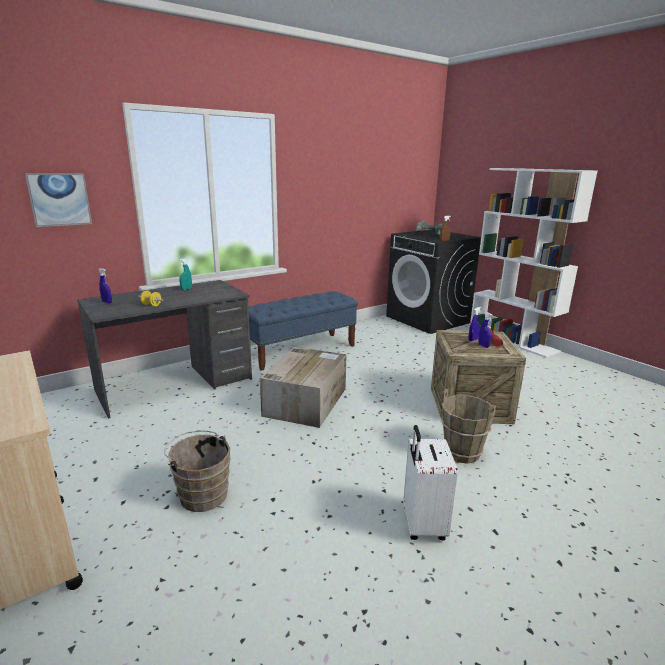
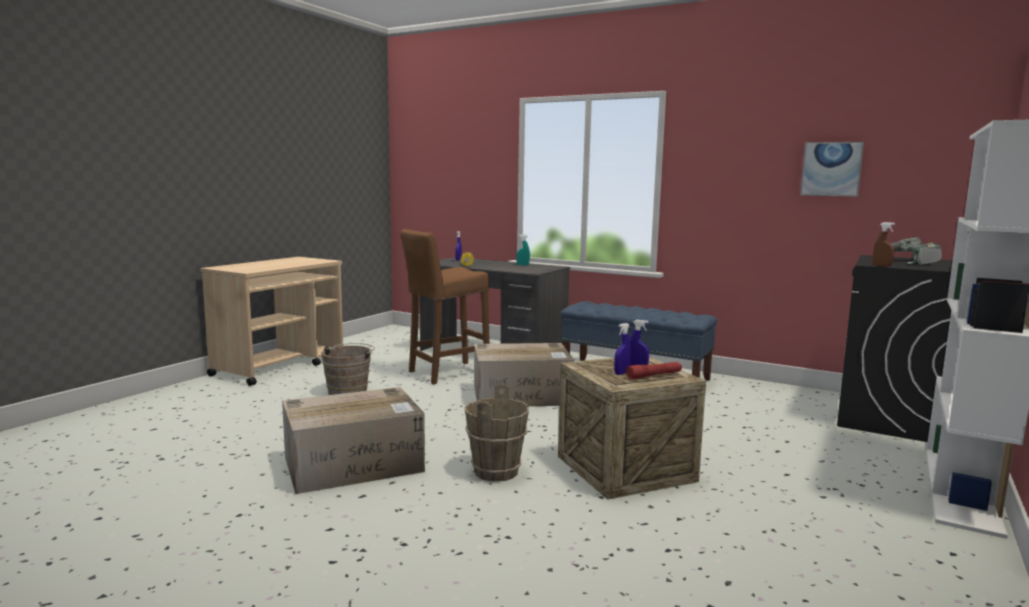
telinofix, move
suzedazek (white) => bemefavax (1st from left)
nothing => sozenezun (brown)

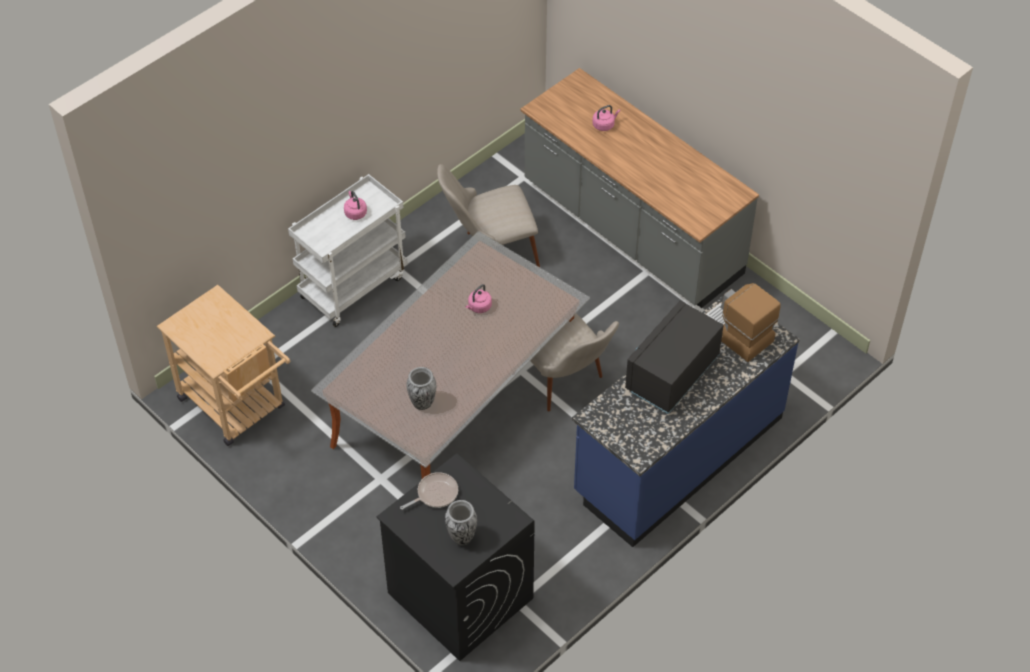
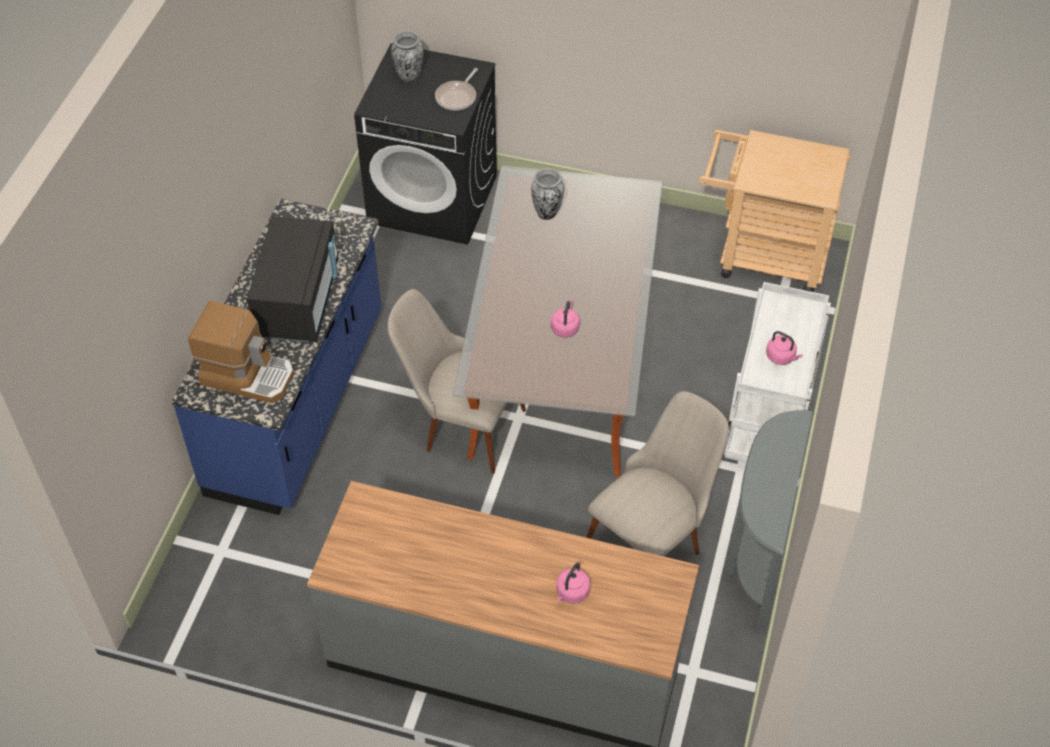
nothing => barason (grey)

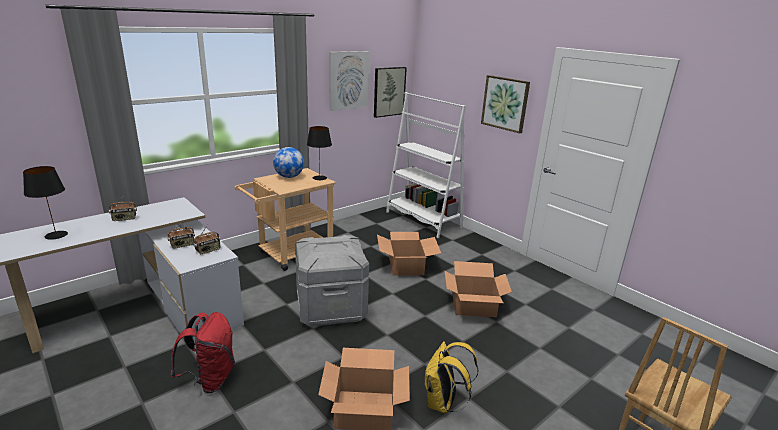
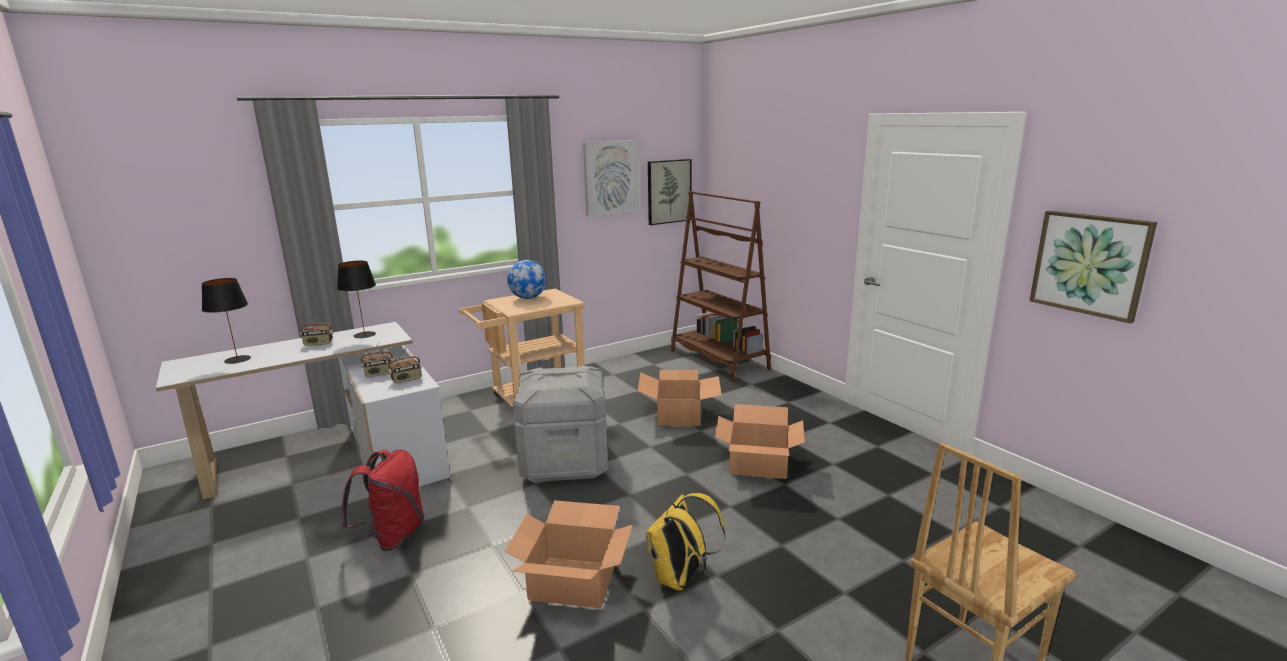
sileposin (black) (2nd from left), move
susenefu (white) => susenefu (brown)
telinofix (3rd from left), move

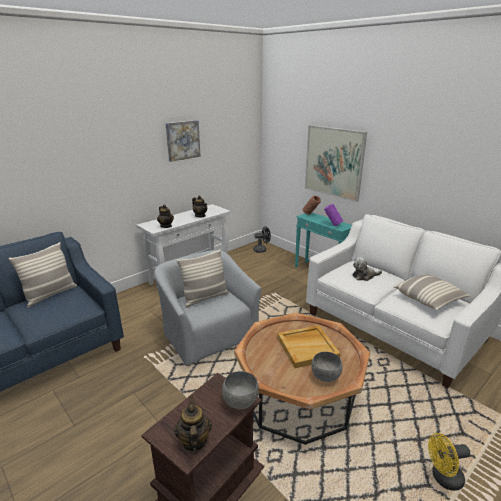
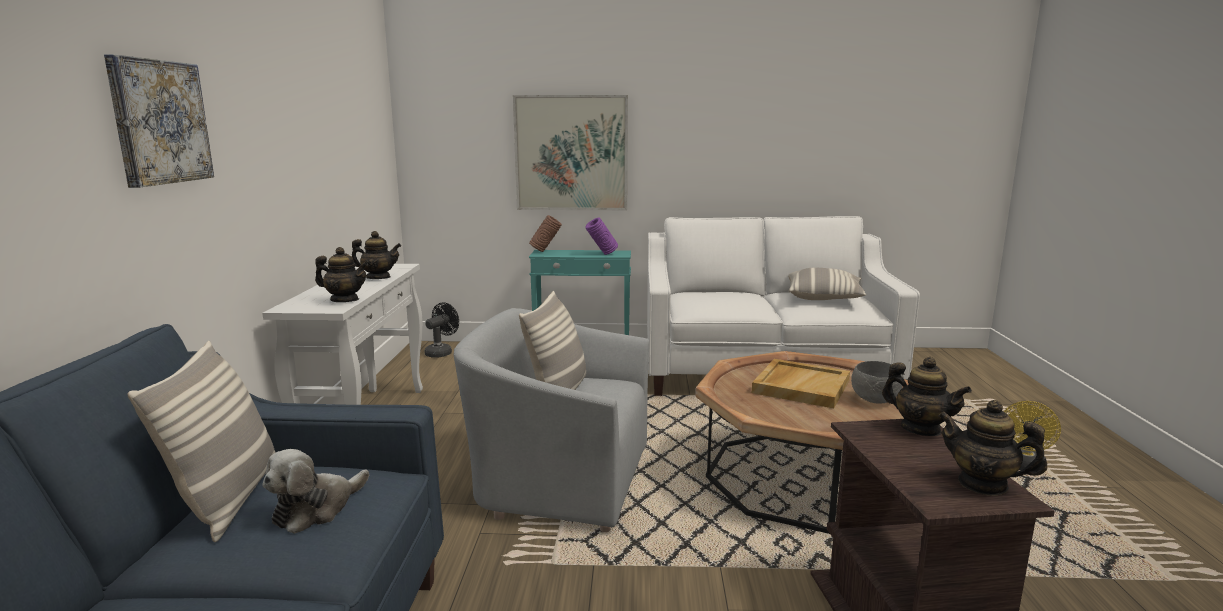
telinofix (1st from left), move
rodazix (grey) (1st from left) => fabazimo (3rd from left)
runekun, move

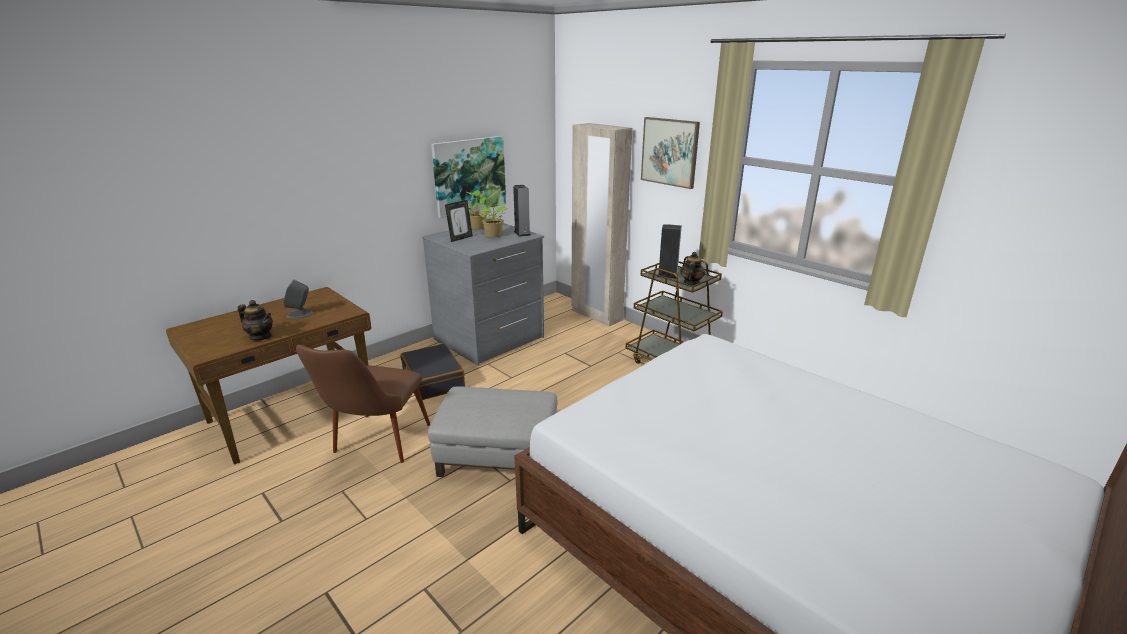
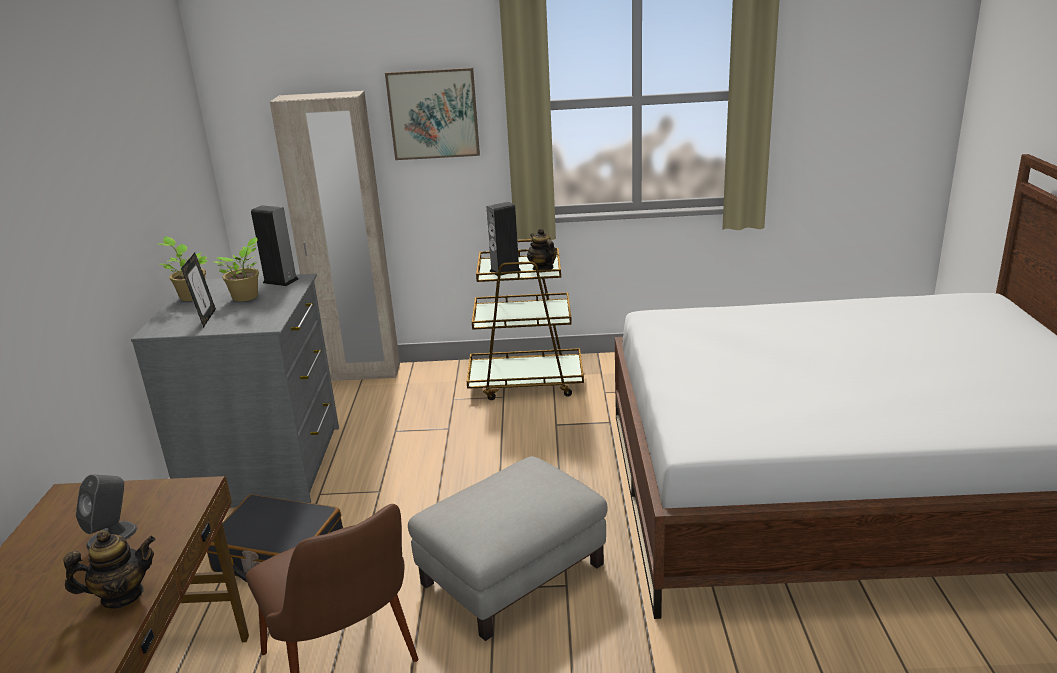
telinofix (1st from left) => nothing

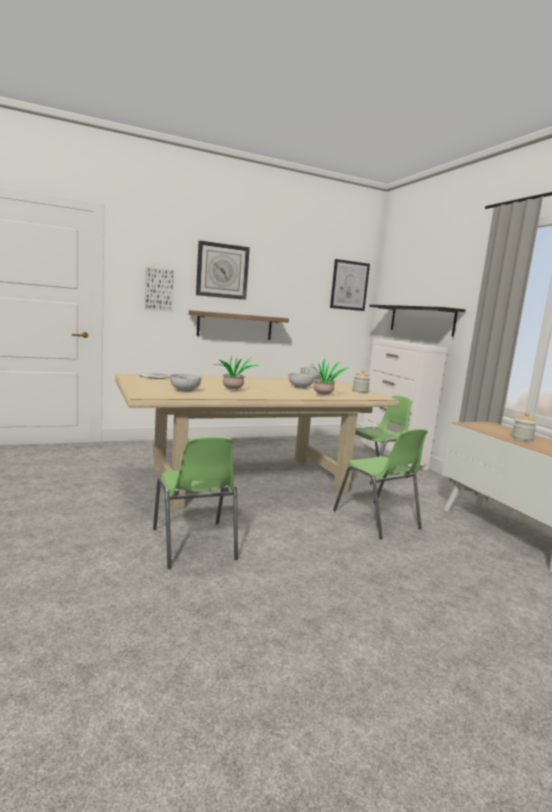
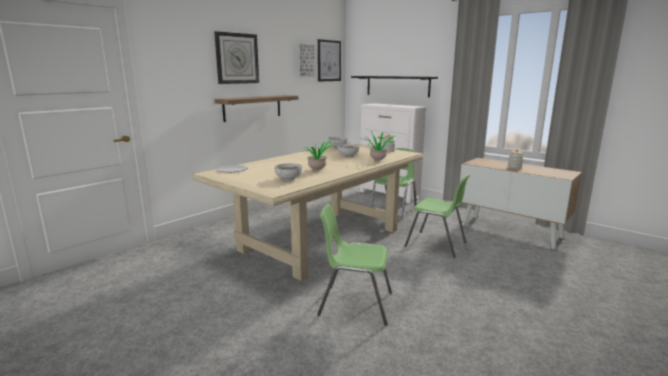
telinofix (1st from left), move
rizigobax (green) (1st from left), 150 degrees clockwise

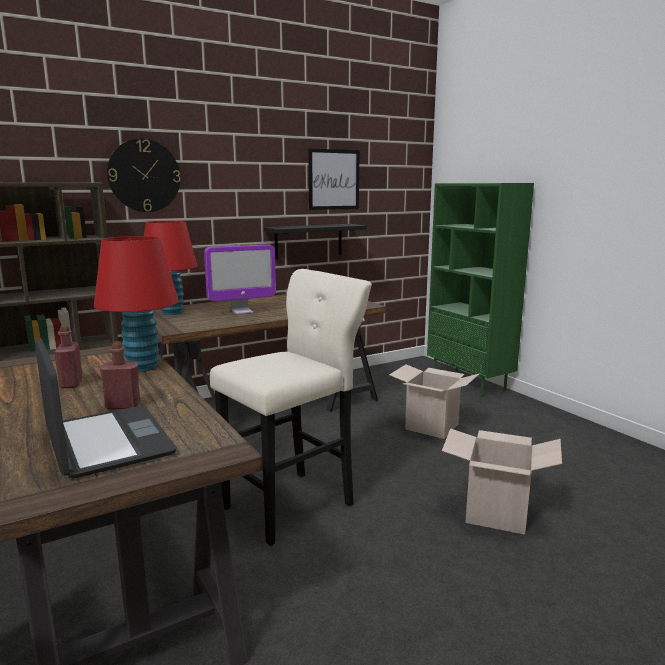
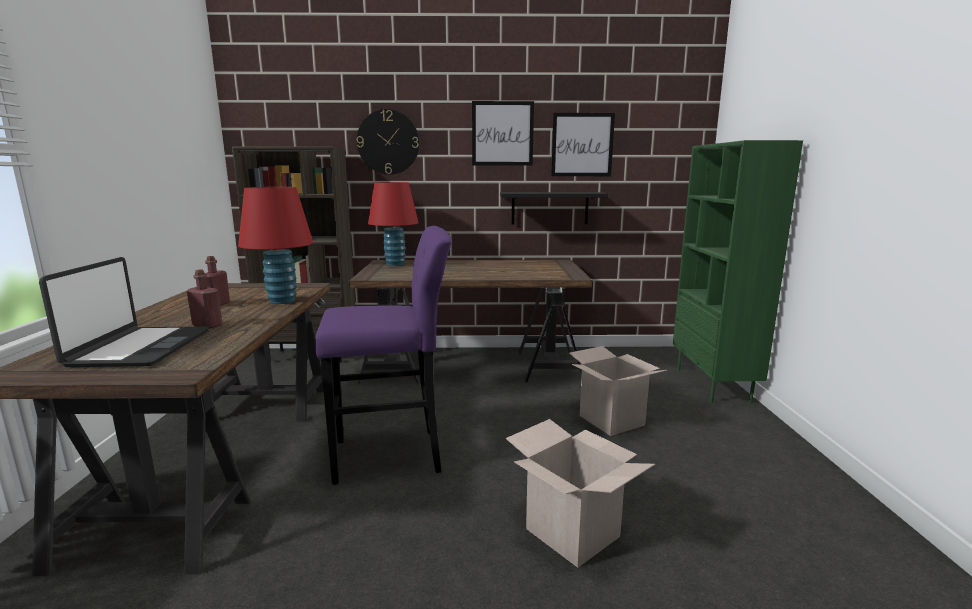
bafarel => nothing
sozenezun (beige) => sozenezun (purple)
nothing => telinofix (1st from left)

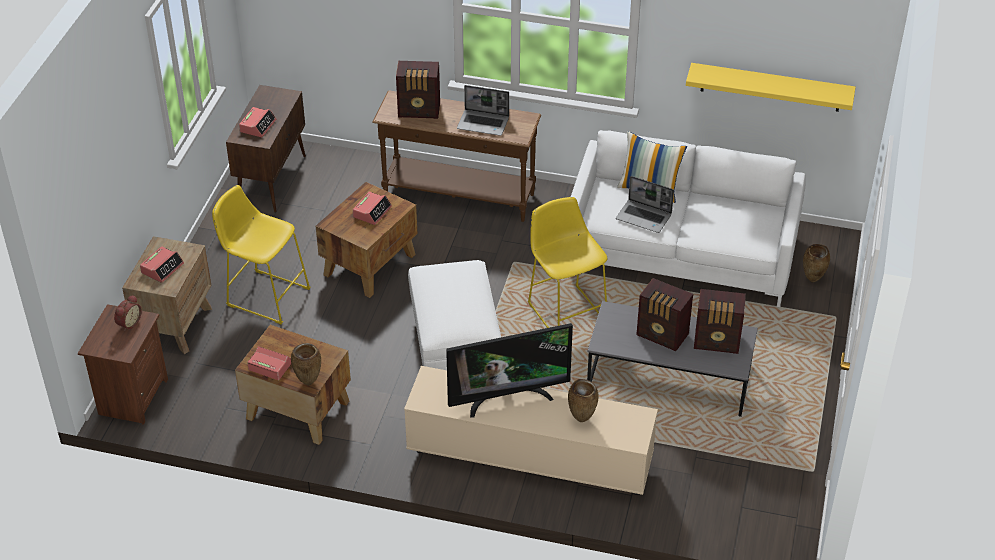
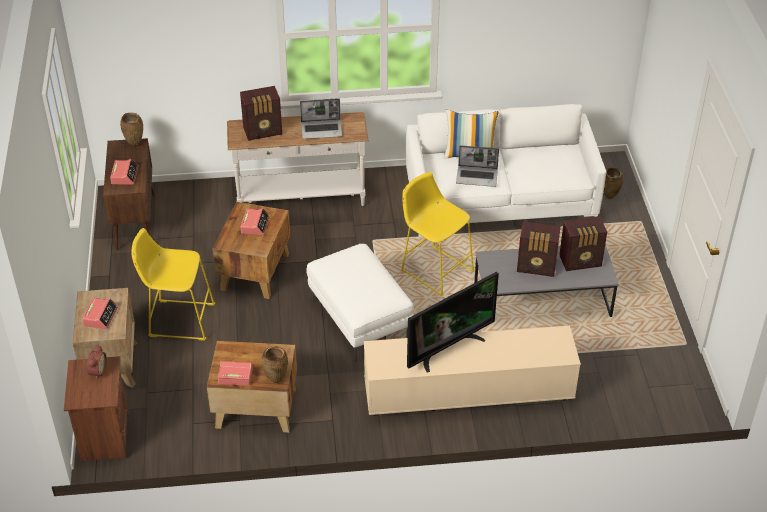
barason (brown) => barason (white)
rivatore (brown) (2nd from left in the first image) => rivatore (brown) (1st from left), move
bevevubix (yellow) => nothing

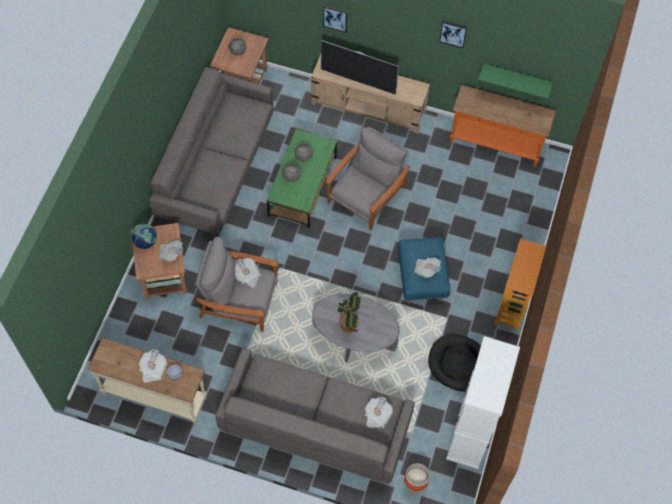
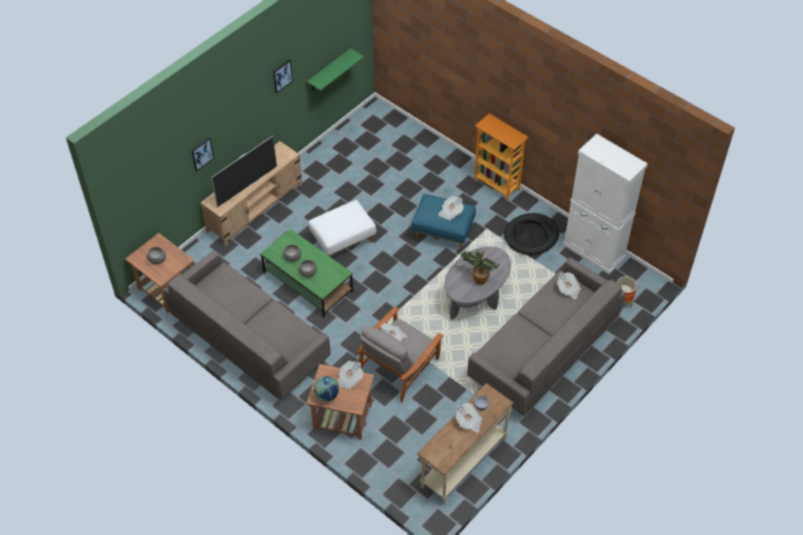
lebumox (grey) (2nd from left) => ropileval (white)
barason (orange) => nothing

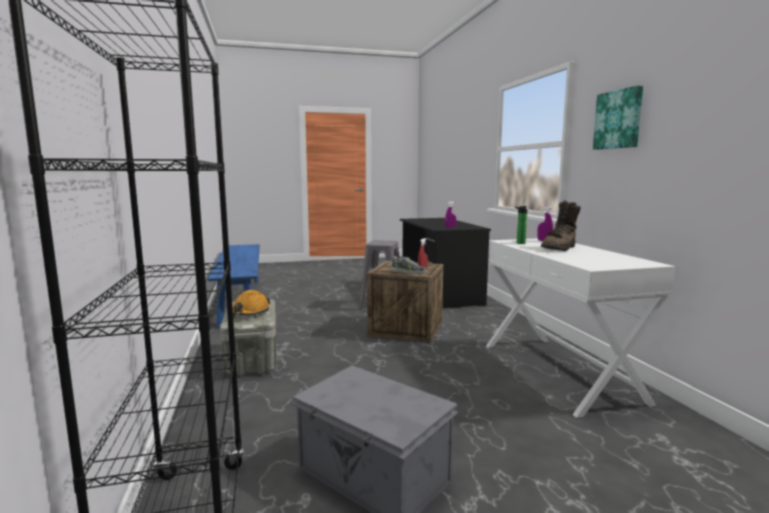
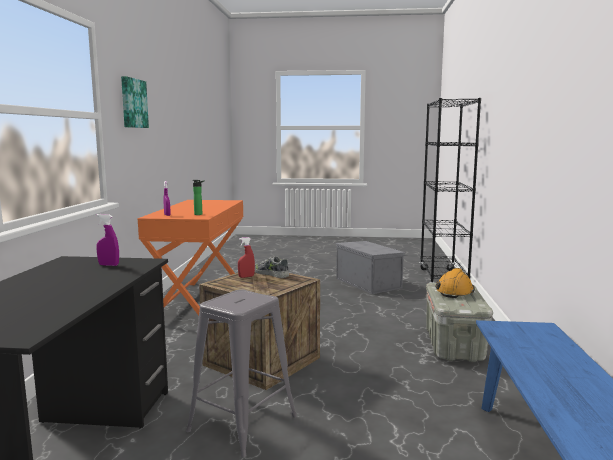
barason (white) => barason (orange)
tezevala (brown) => nothing

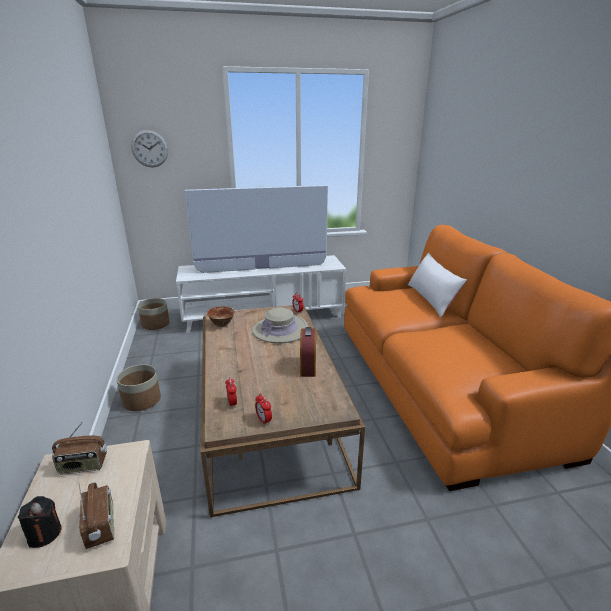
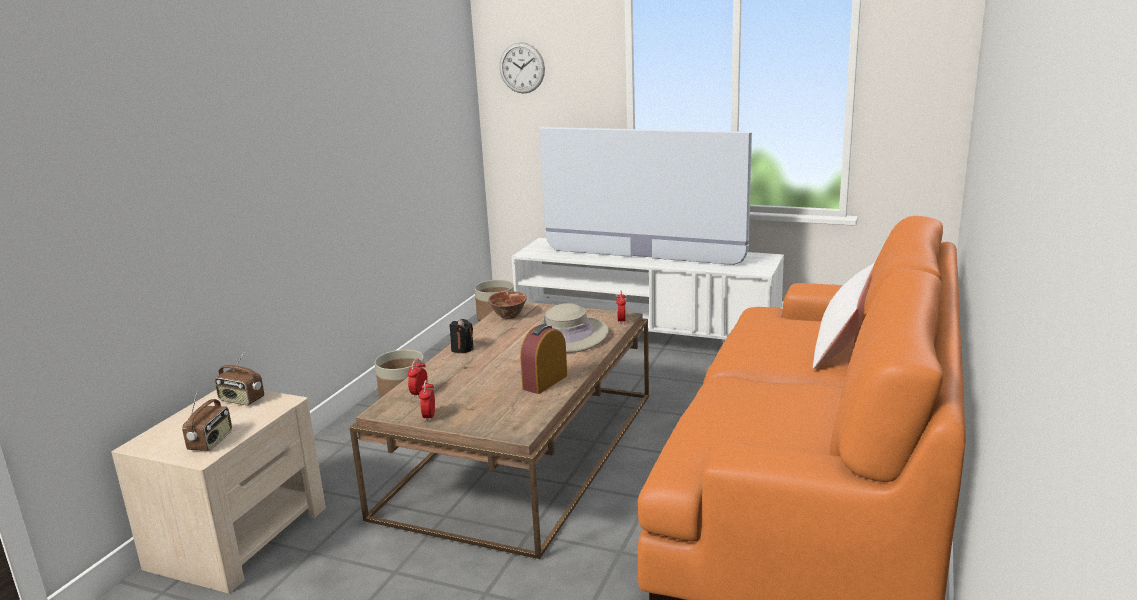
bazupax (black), move

